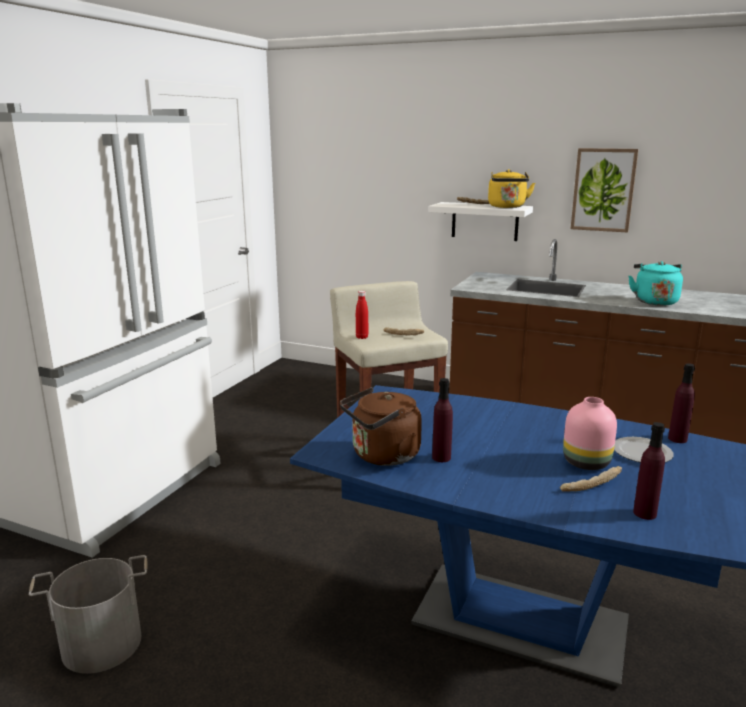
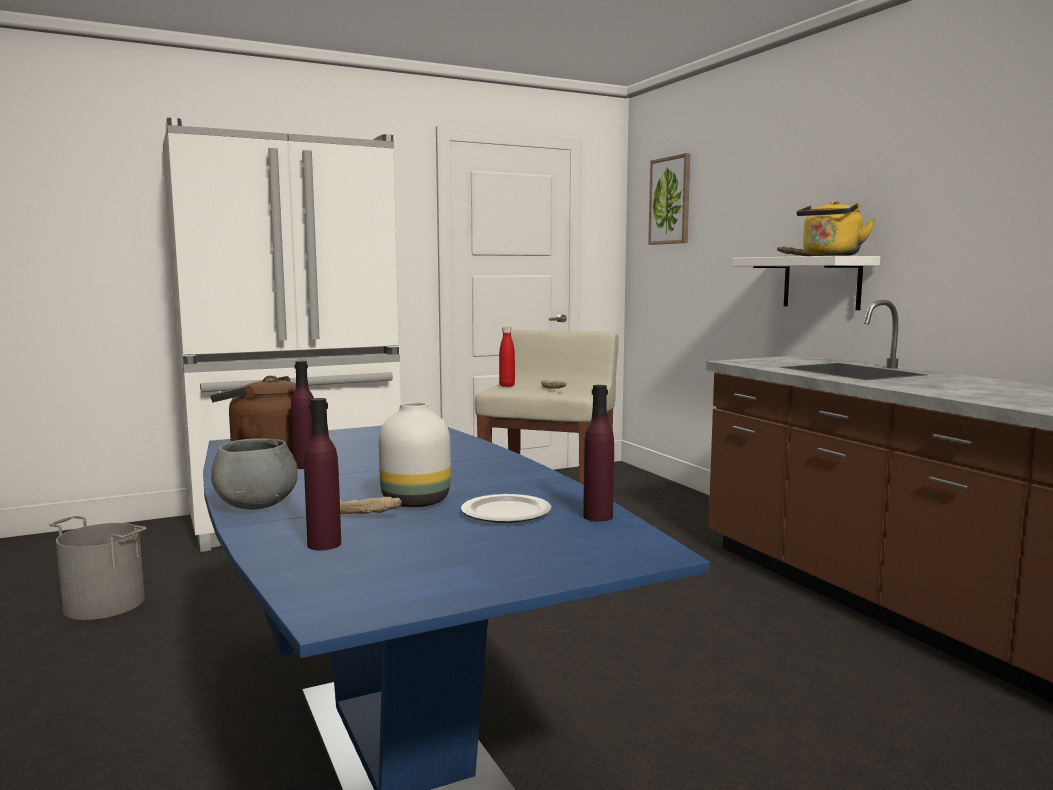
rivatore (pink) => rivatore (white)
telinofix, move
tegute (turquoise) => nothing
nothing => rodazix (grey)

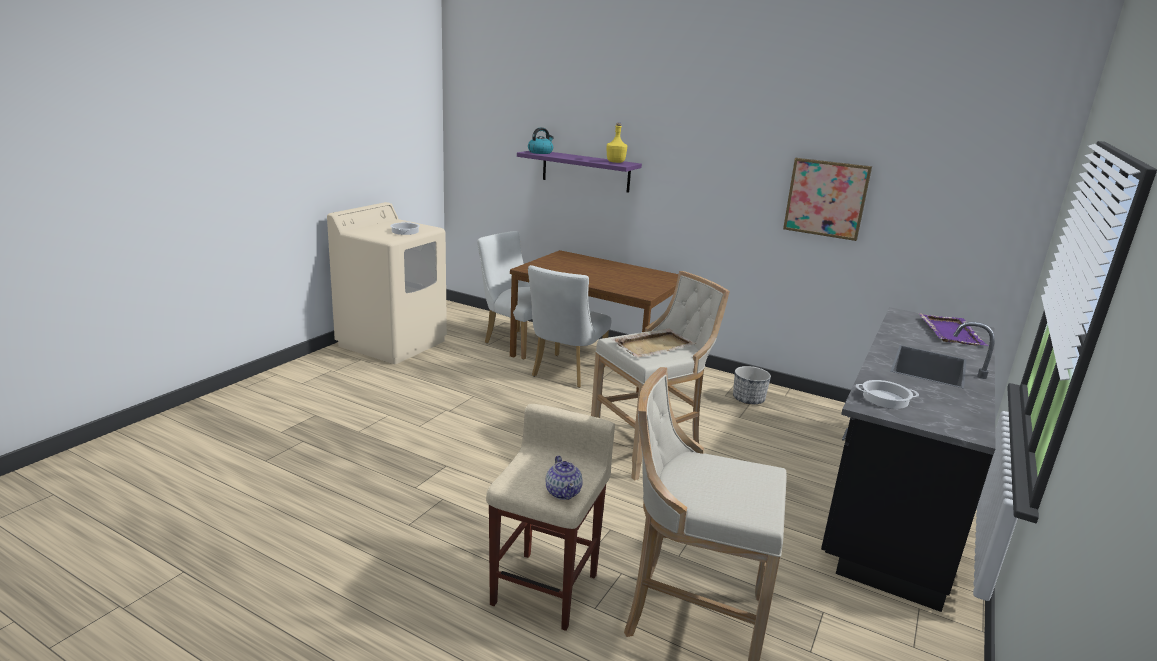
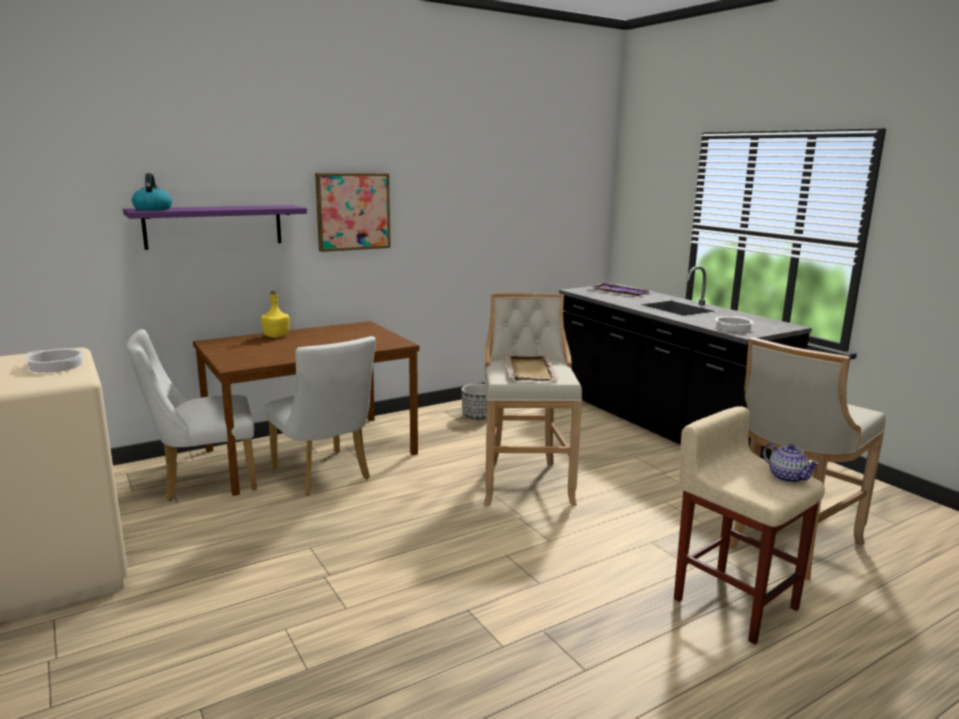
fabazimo, 45 degrees clockwise
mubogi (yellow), move
telinofix, move

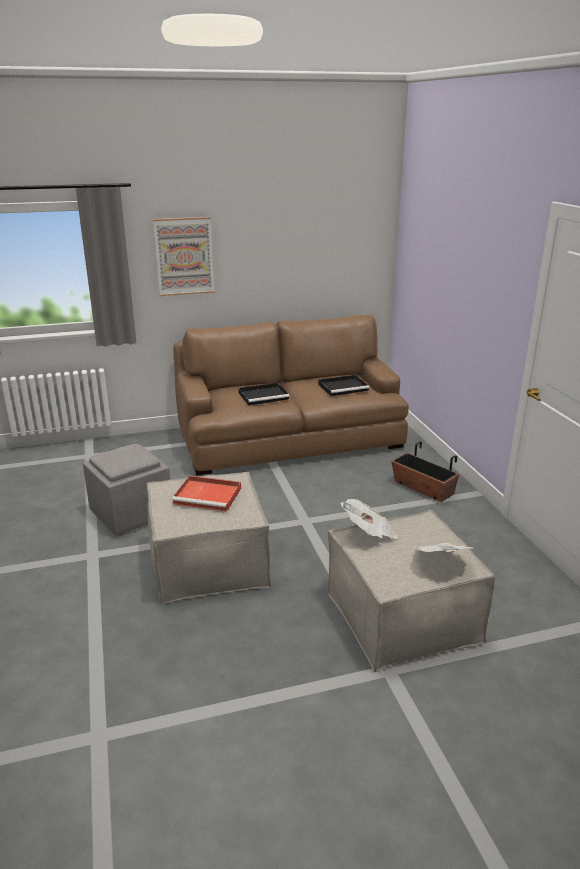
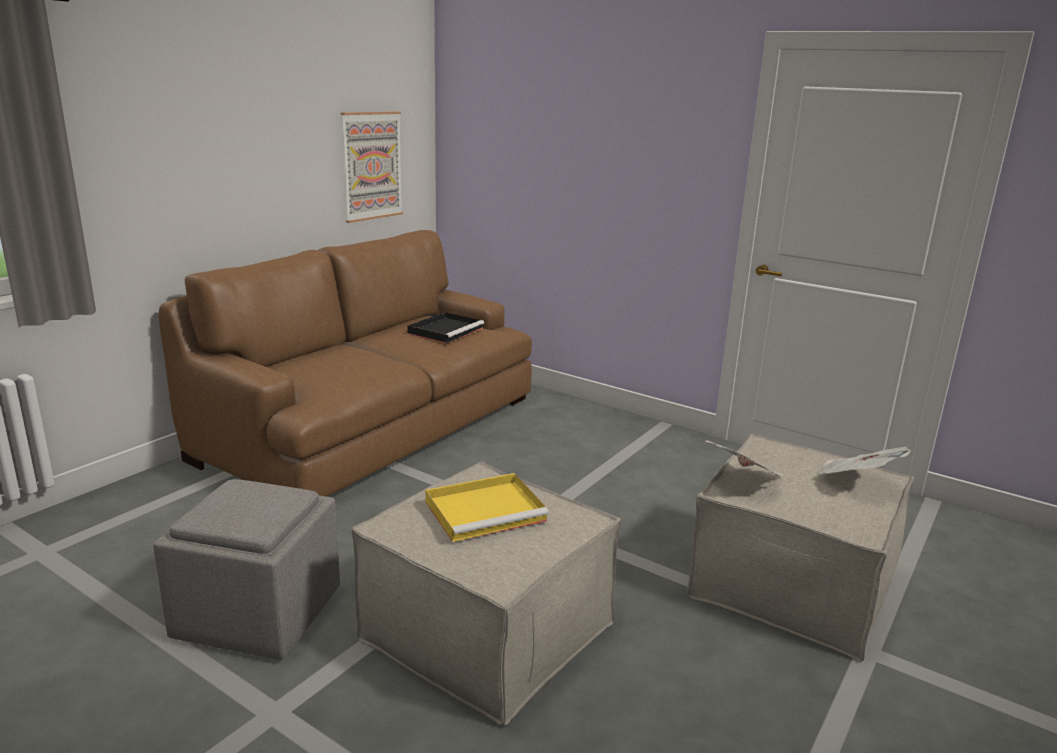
telinofix, move
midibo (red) => midibo (yellow)
midibo (black) (1st from left) => nothing
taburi => nothing

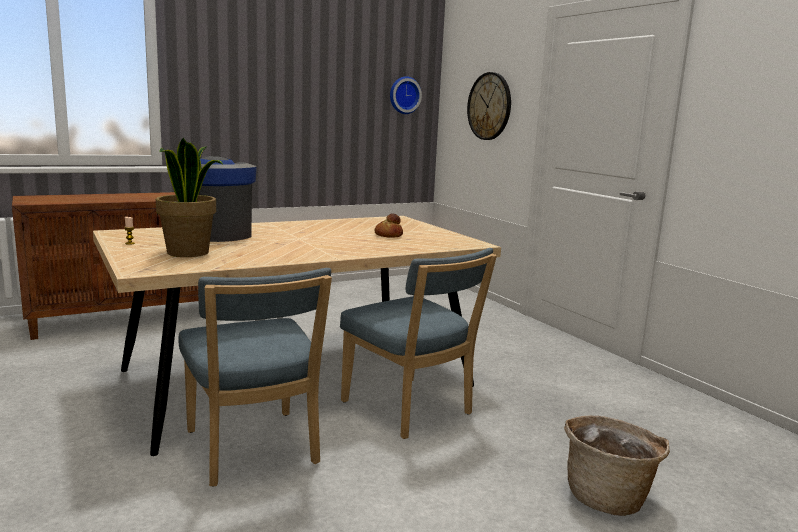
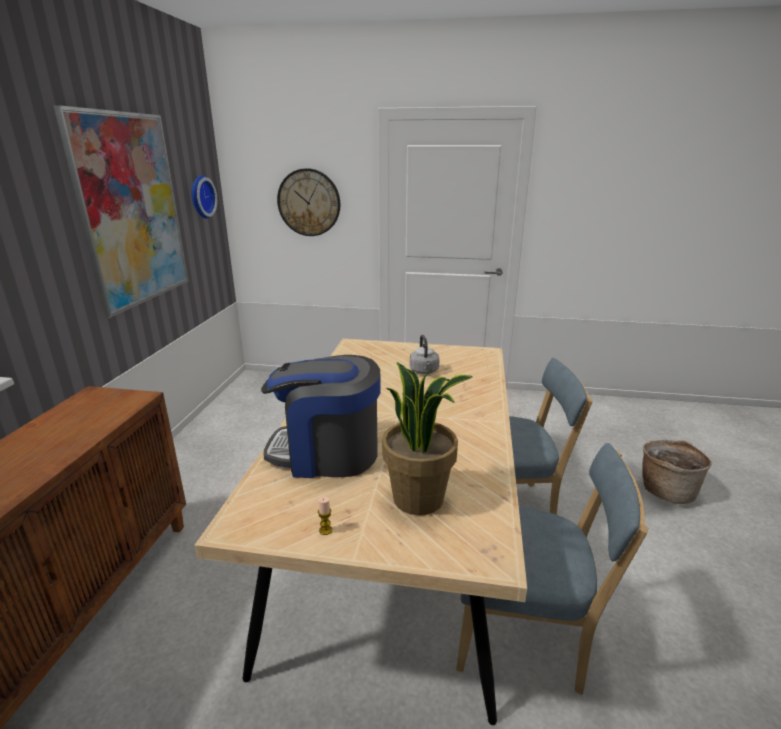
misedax => tegute (grey)
nothing => telinofix

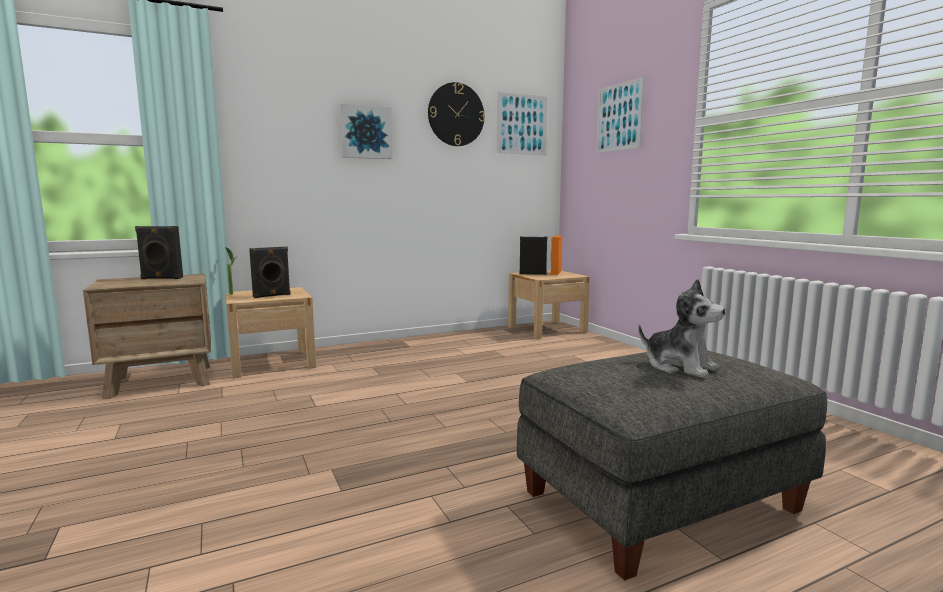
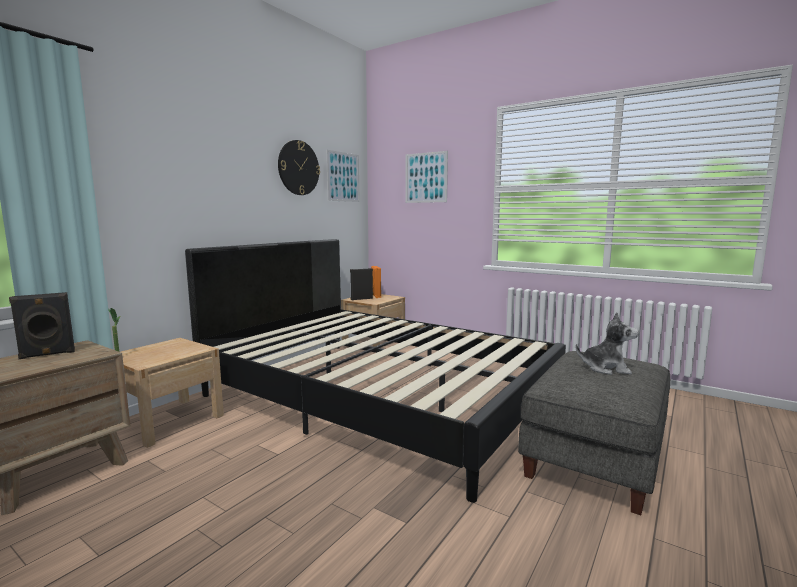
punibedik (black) (2nd from left) => nothing
telinofix (1st from left) => nothing
nothing => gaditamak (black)

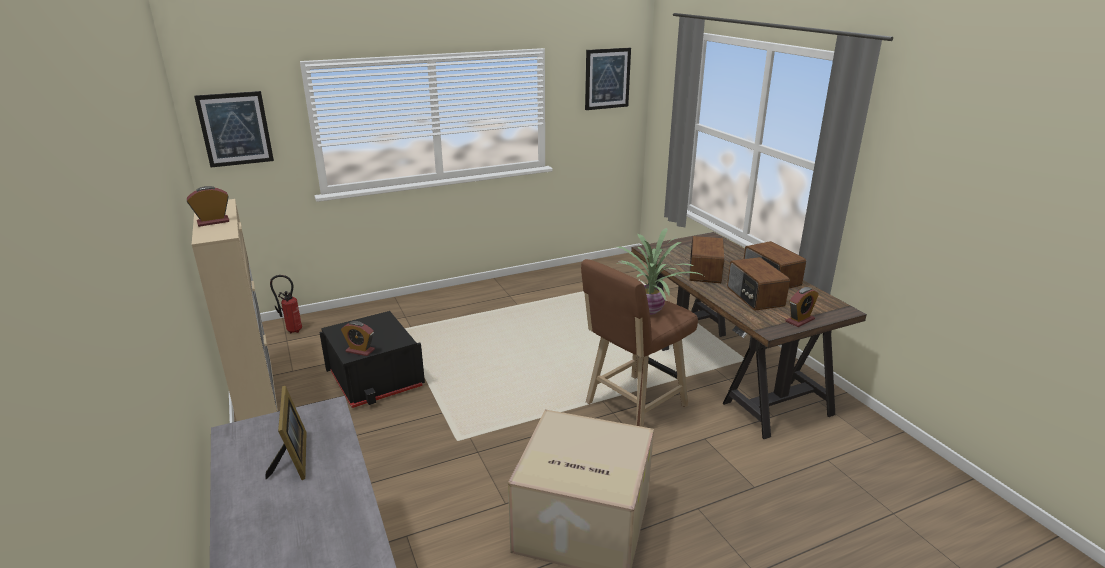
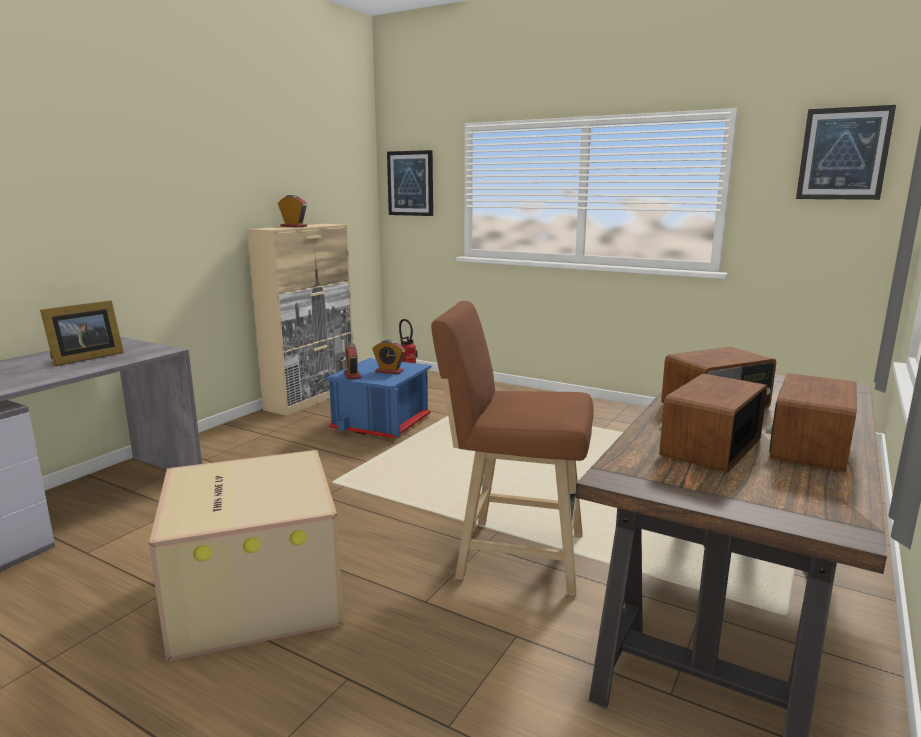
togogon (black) => togogon (blue)
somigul => nothing
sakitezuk (3rd from left), move

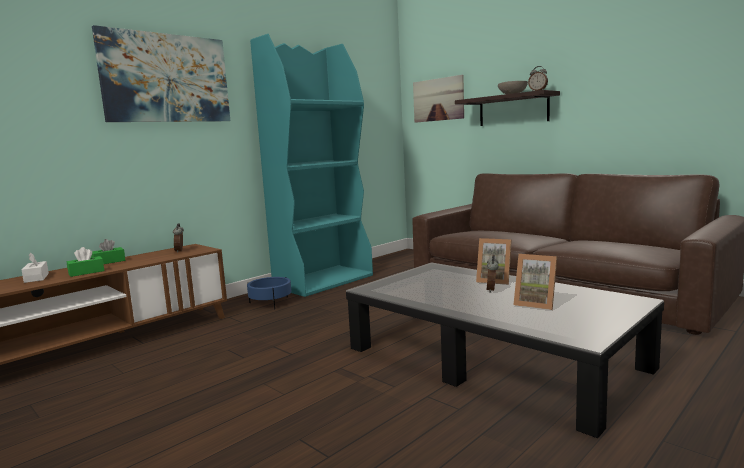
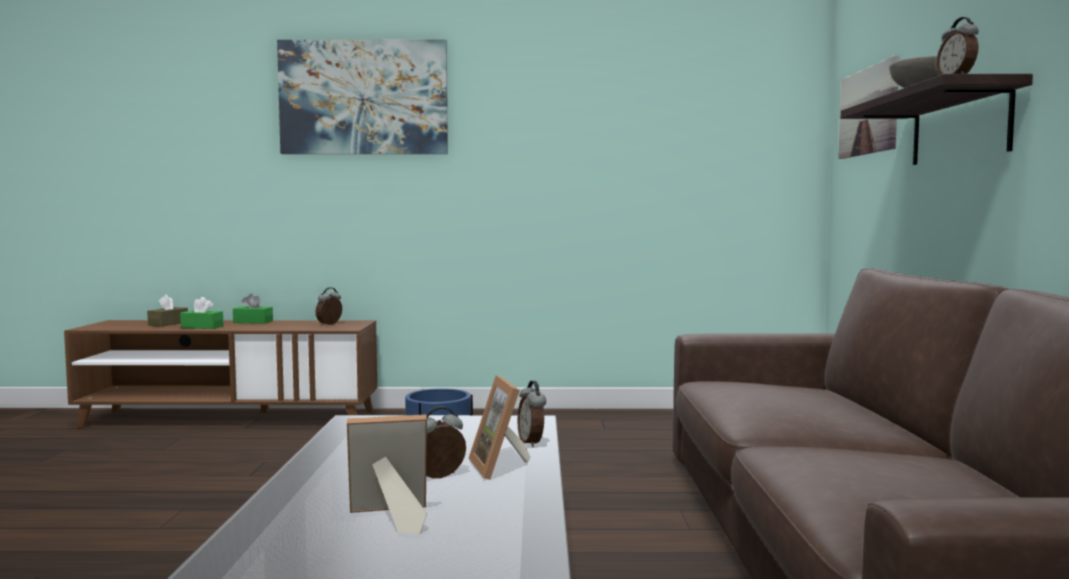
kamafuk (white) => kamafuk (brown)
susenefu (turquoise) => nothing
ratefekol (2nd from left in the first image) => ratefekol (1st from left), 90 degrees clockwise
nothing => sakitezuk (3rd from left)

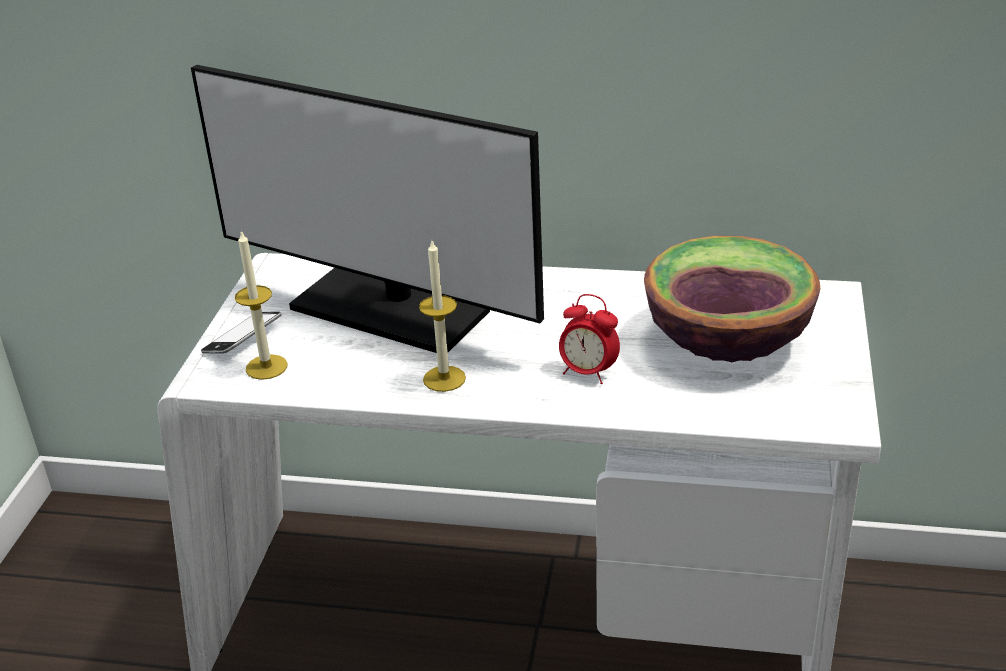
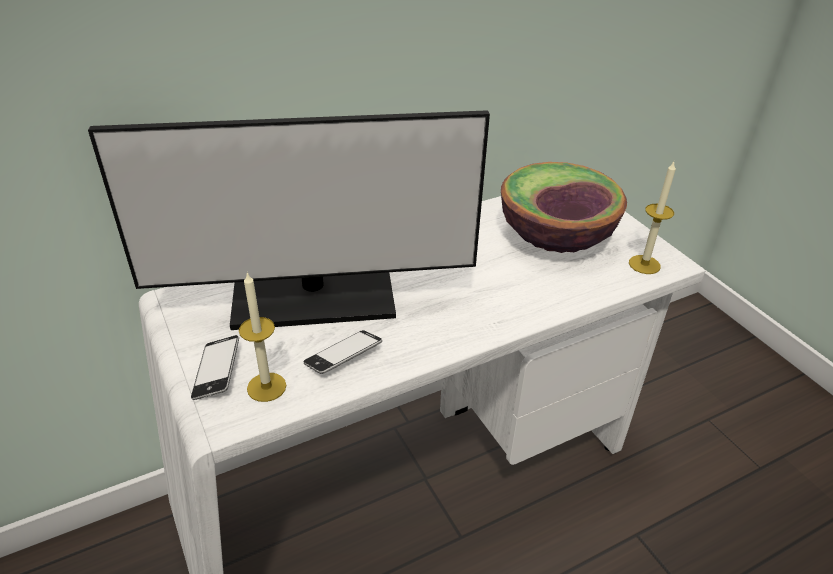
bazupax (2nd from left), move
sakitezuk => nothing
nothing => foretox (2nd from left)

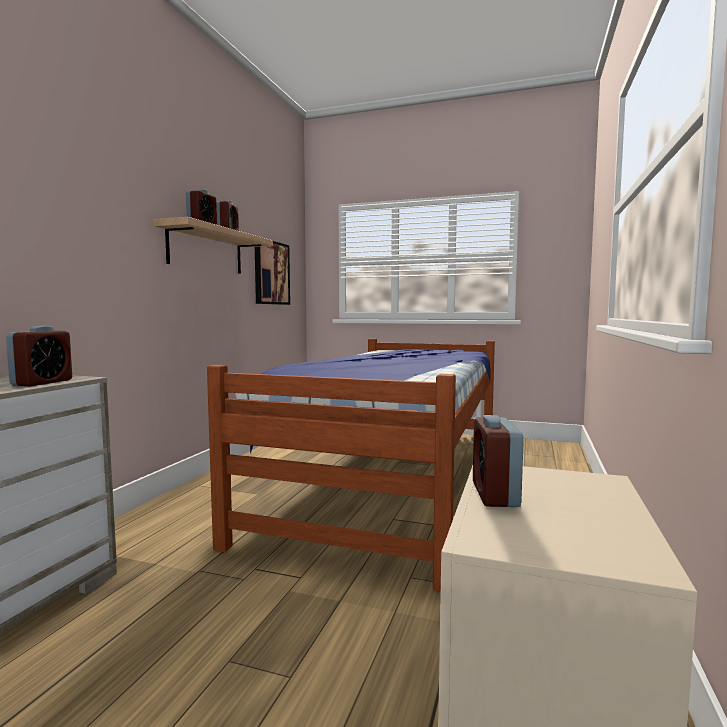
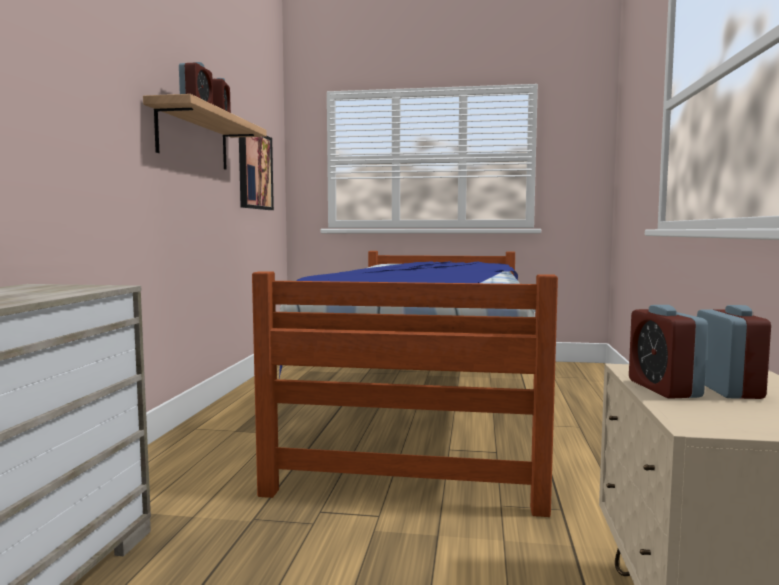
sakitezuk (1st from left in the first image) => sakitezuk (4th from left), move

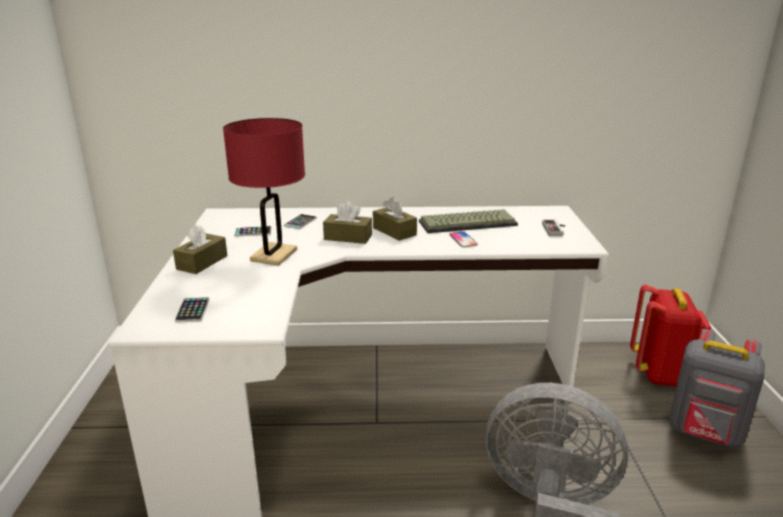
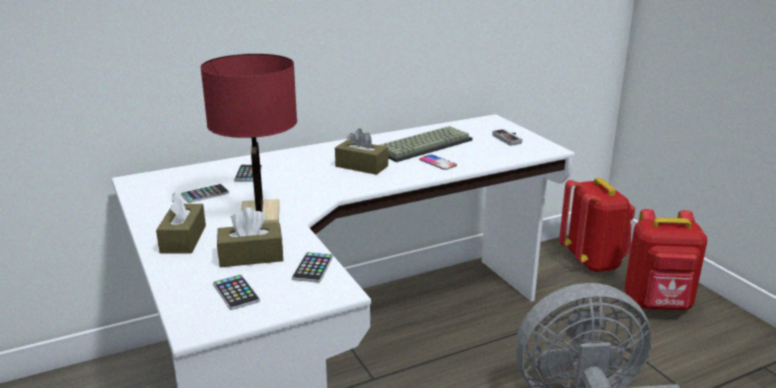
kamafuk (brown) (2nd from left), move
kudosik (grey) => kudosik (red) (2nd from left)
nothing => foretox (4th from left)

